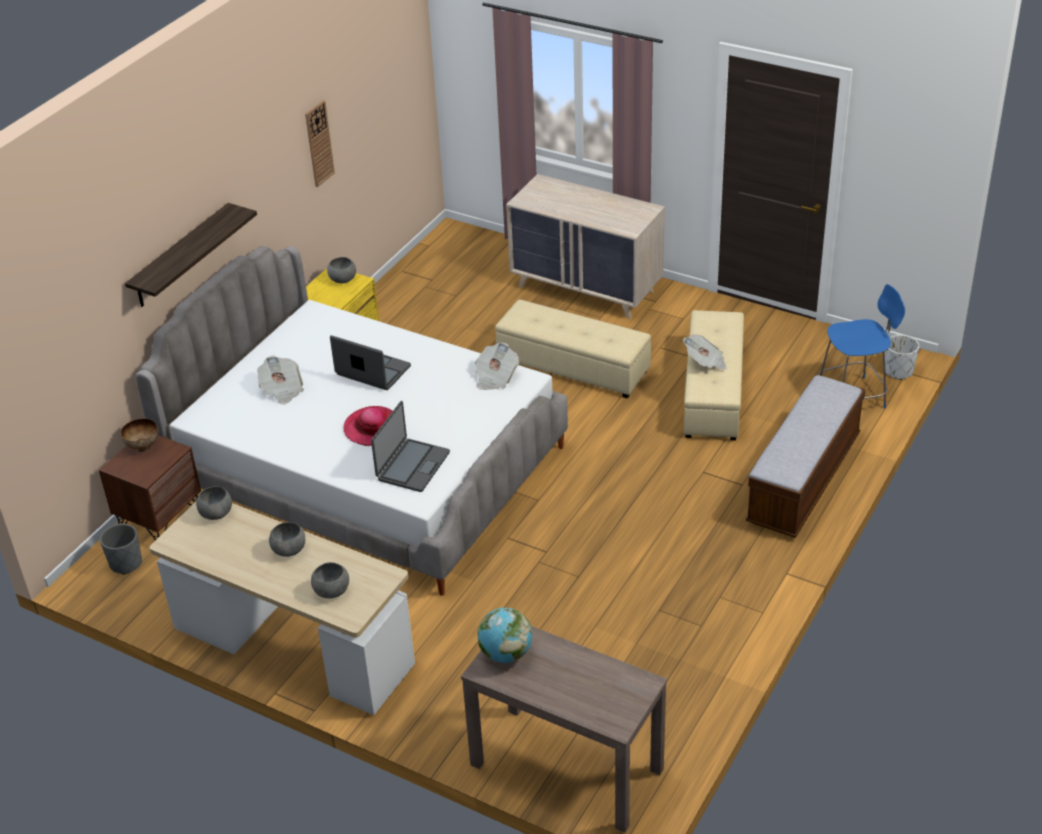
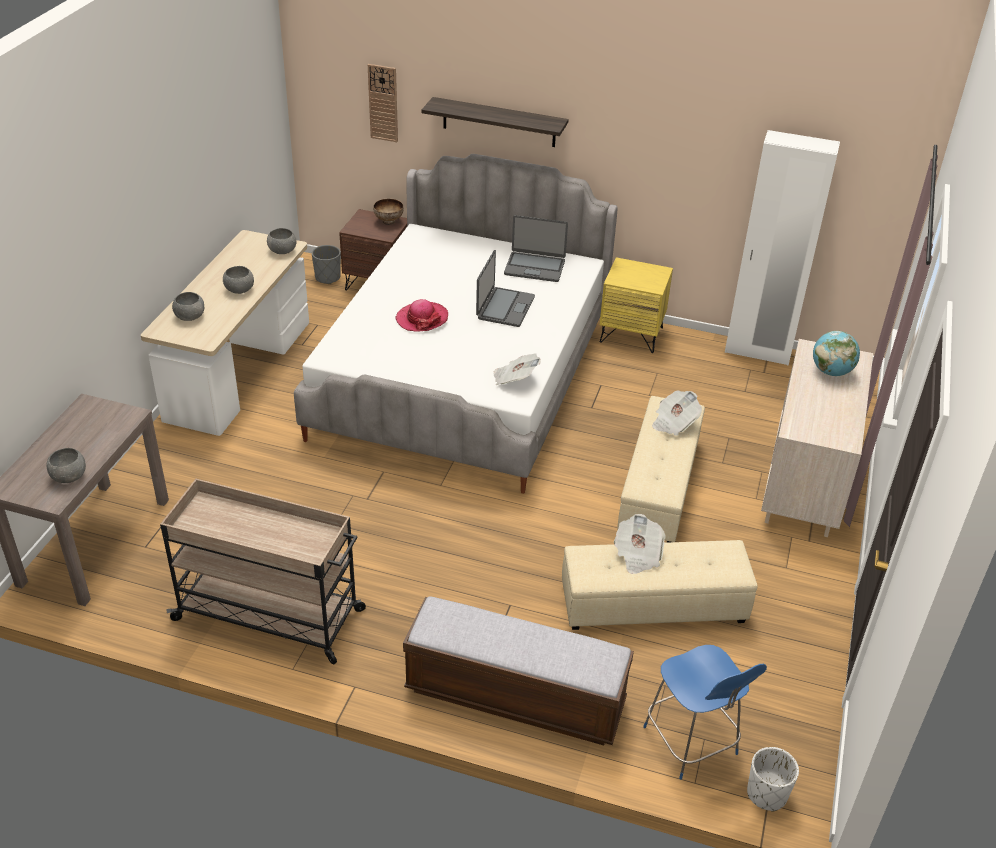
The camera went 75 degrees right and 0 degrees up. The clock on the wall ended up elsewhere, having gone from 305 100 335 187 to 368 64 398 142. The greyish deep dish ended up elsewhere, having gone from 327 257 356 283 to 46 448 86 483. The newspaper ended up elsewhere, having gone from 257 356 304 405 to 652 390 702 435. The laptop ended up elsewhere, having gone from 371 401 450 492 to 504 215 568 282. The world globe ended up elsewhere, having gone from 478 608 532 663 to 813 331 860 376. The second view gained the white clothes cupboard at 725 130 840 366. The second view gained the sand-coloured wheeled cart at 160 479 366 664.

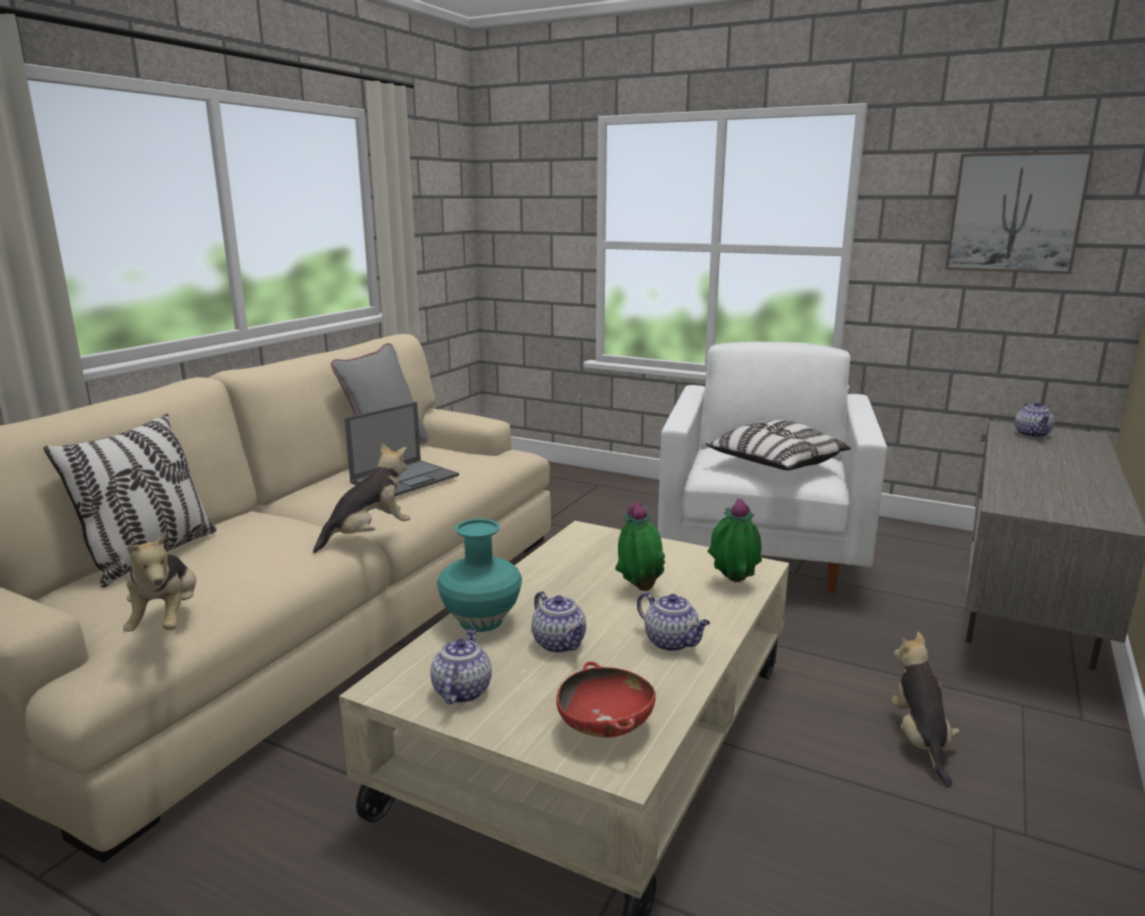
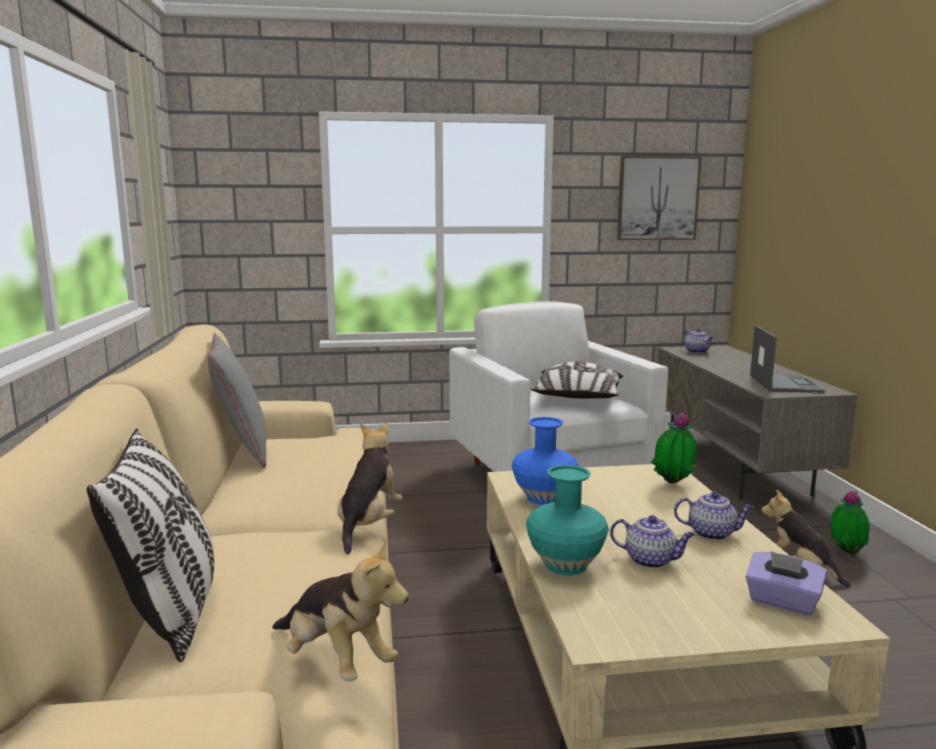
The camera went 35 degrees left and 5 degrees down. The laptop ended up elsewhere, having gone from 344 402 459 497 to 750 325 825 393. The potted plant ended up elsewhere, having gone from 615 502 665 591 to 831 491 870 555. The second view lost the pot for tea at 430 629 492 704. Where the red-coloured deep dish stood at 556 661 656 738, the purplish box of tissues came to stand at 746 551 827 615. The second view gained the bluish flower vase at 512 417 578 505.

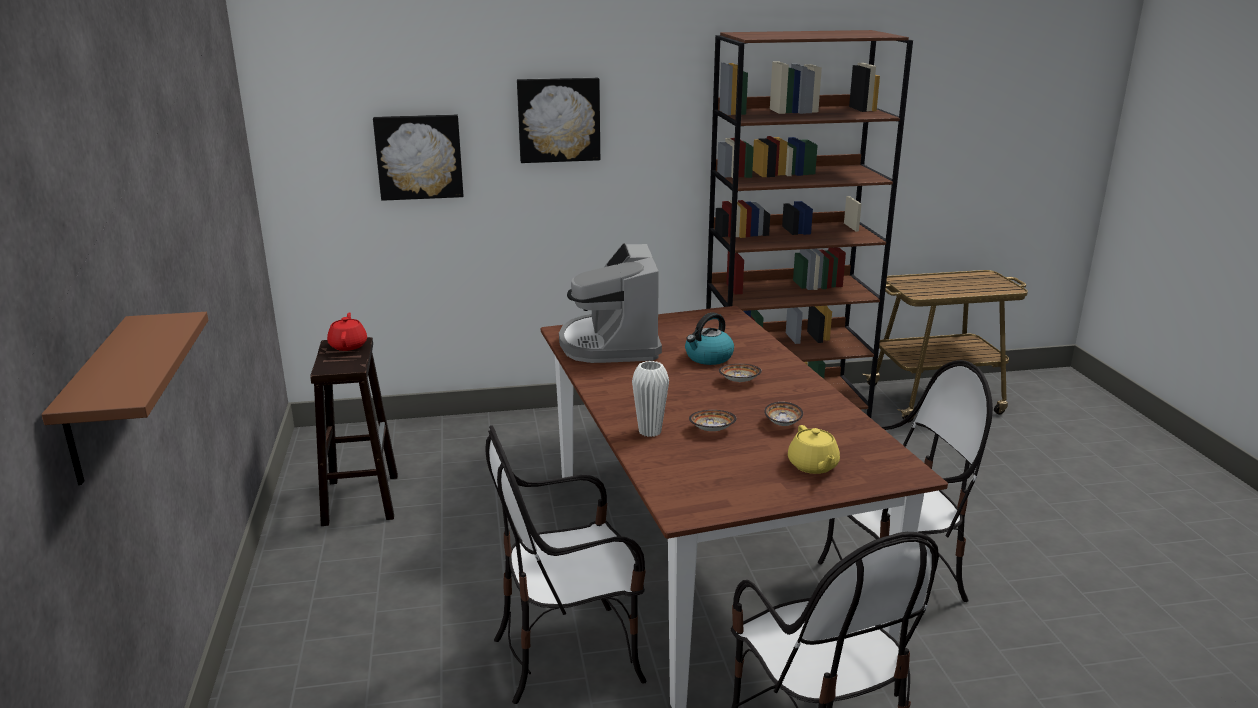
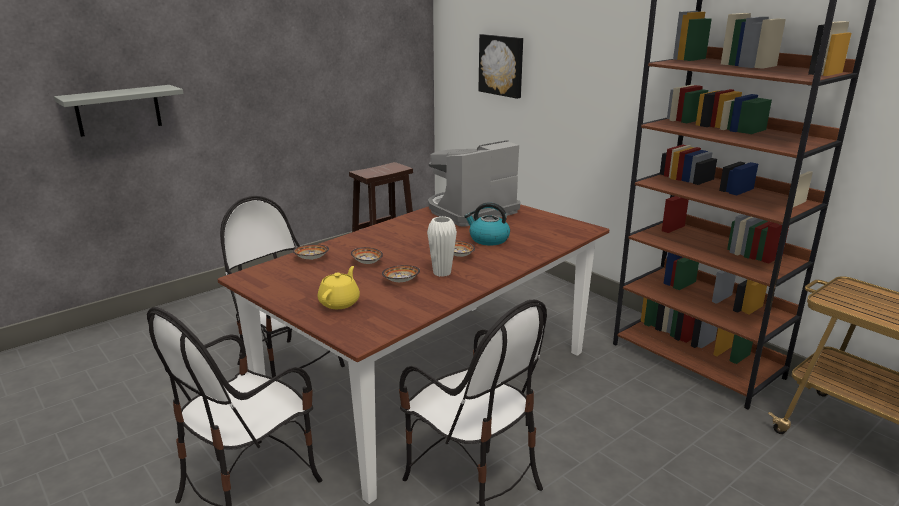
The camera went 60 degrees right and 0 degrees up. The second view lost the picture at 517 78 600 163. What was the brown-coloured shelf at 42 312 208 485 turned into the greyish shelf at 54 85 184 137. The second view lost the red-coloured pot for tea at 327 312 367 351. The white flower vase ended up elsewhere, having gone from 632 361 669 437 to 427 216 457 277. The yellow-coloured pot for tea at 788 425 840 474 ended up facing another way, 150 degrees clockwise from before. The second view gained the deep dish at 293 244 329 260.

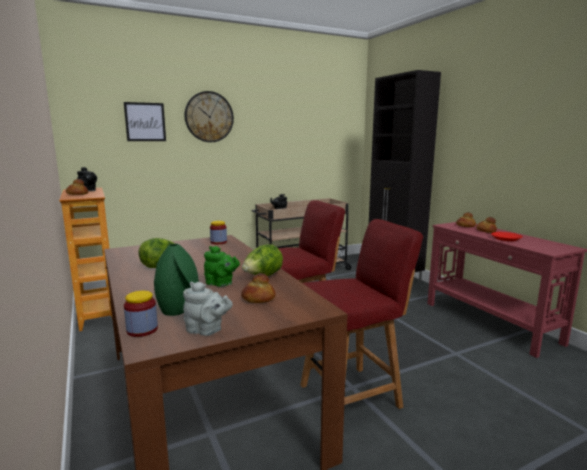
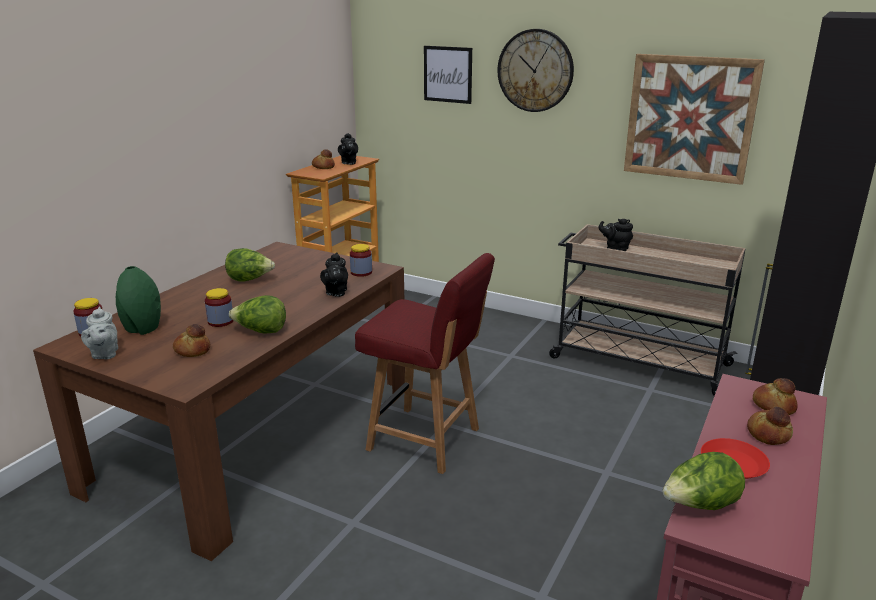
The camera went 55 degrees right and 10 degrees up. The second view lost the red-coloured chair at 300 219 423 409. Where the green pot for tea stood at 204 246 240 287, the jar came to stand at 205 288 234 327. The second view gained the picture at 624 54 765 185. The second view gained the black pot for tea at 320 252 348 297. The second view gained the head of lettuce at 663 452 745 510.

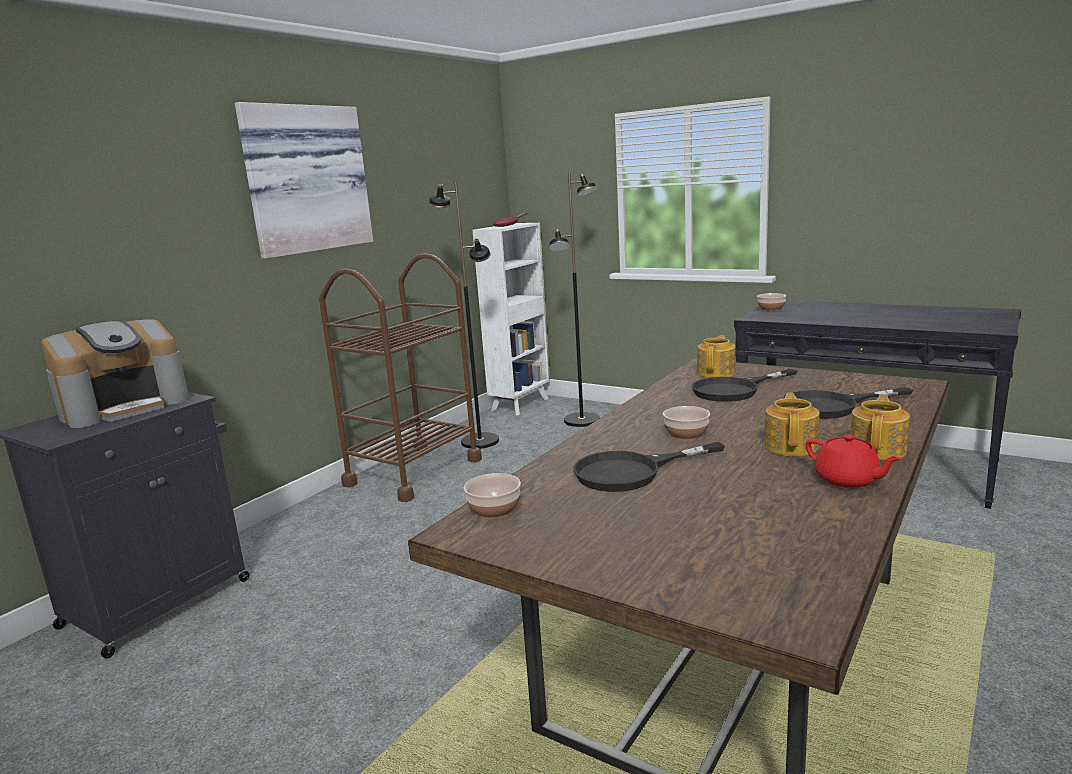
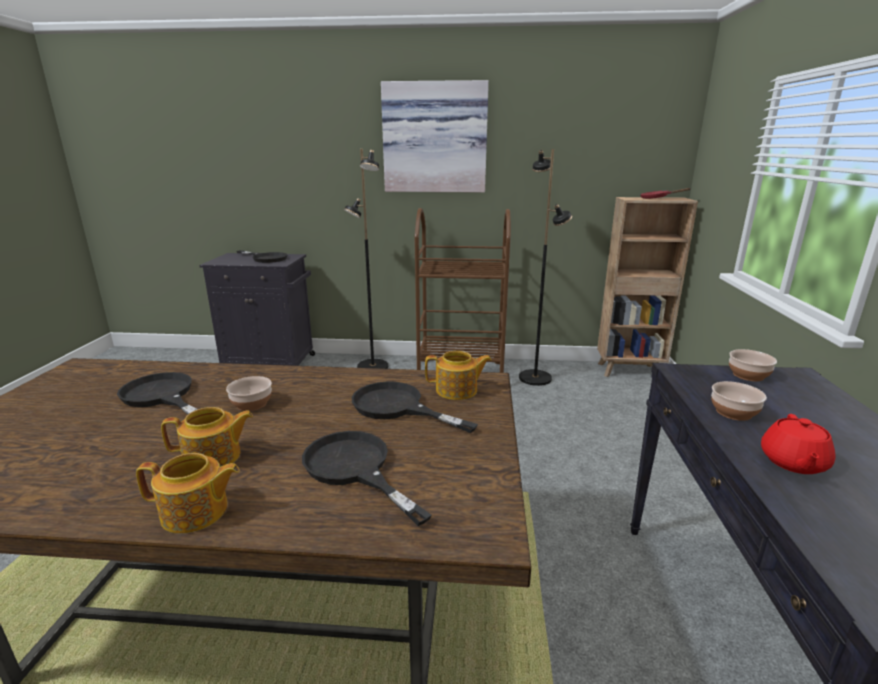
The camera went 60 degrees right and 5 degrees up. The black floor lamp ended up elsewhere, having gone from 549 174 600 427 to 344 149 388 369. What was the white shelving unit at 473 223 550 415 turned into the brown-coloured shelving unit at 597 197 698 377. Where the coffee machine stood at 41 319 189 428, the black pan came to stand at 237 250 288 263. The red-coloured pot for tea ended up elsewhere, having gone from 806 434 902 488 to 761 414 835 474. The deep dish ended up elsewhere, having gone from 464 473 521 519 to 711 381 767 421.

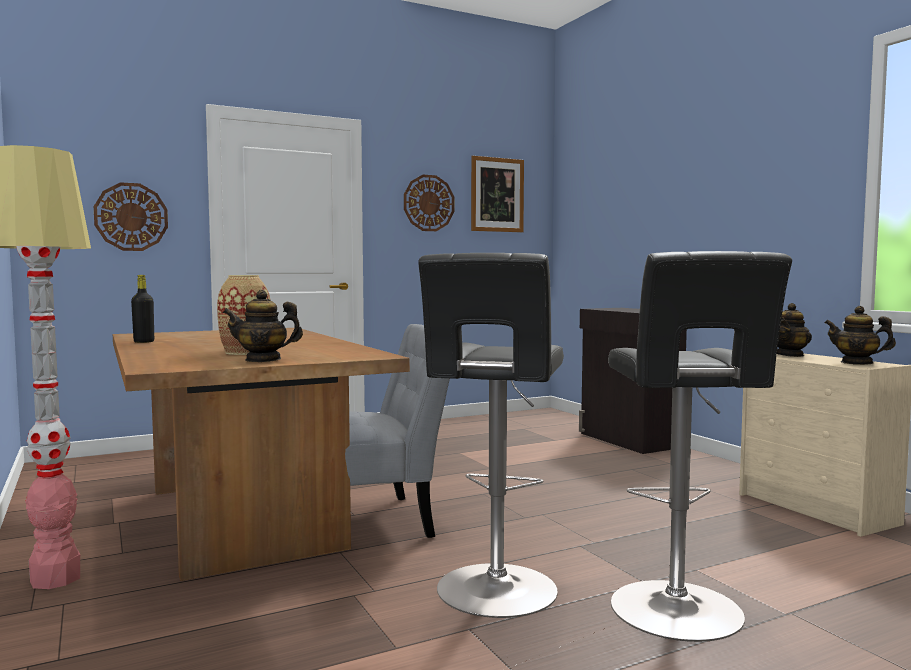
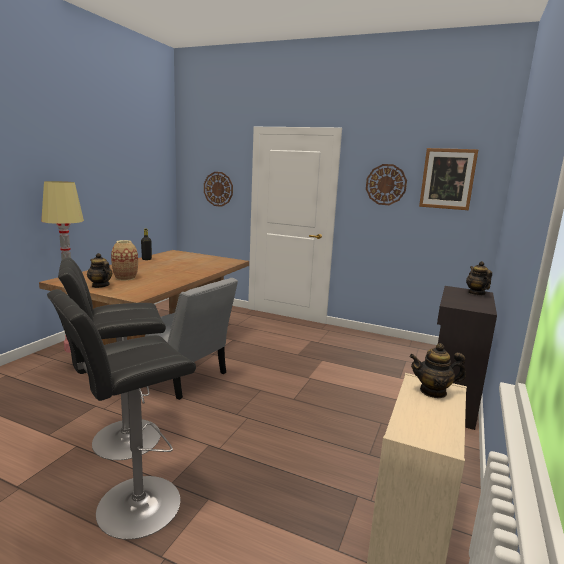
The camera went 50 degrees right and 10 degrees up. The pot for tea ended up elsewhere, having gone from 824 306 896 365 to 466 261 492 295.

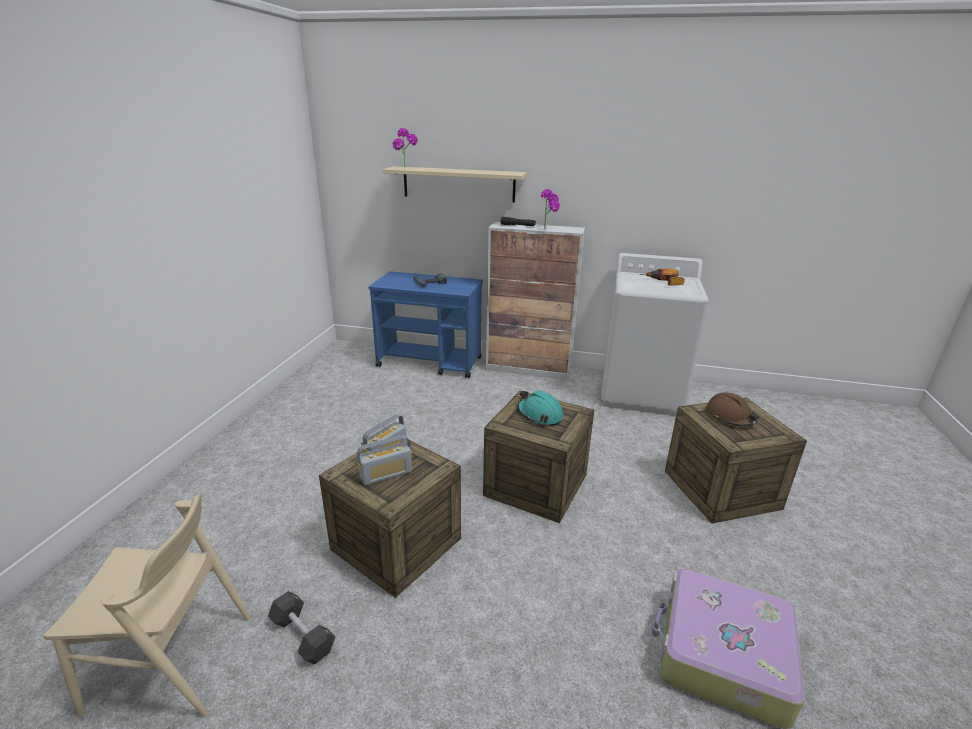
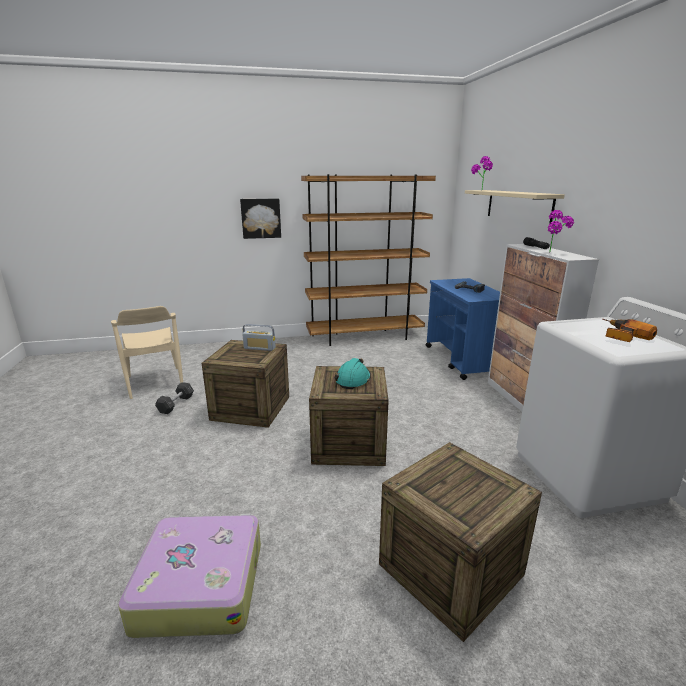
The camera went 65 degrees right and 5 degrees down. The second view lost the brown-coloured hard hat at 706 393 759 426. The second view lost the radio set at 357 435 412 485. The second view gained the brown-coloured shelving unit at 301 174 436 346. The second view gained the picture at 240 199 281 239.

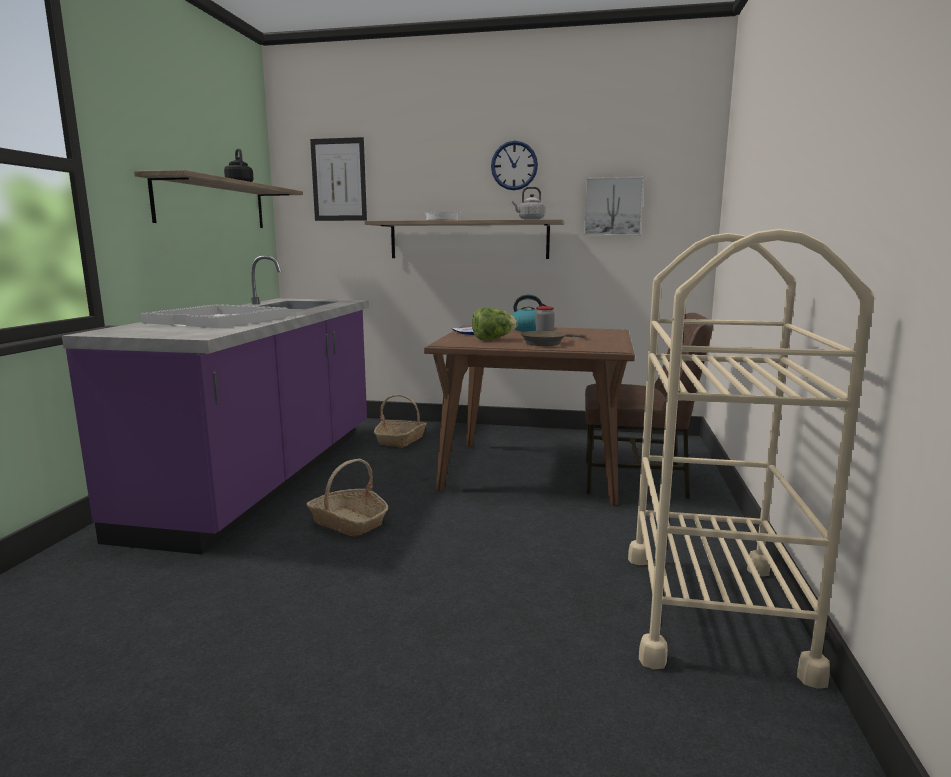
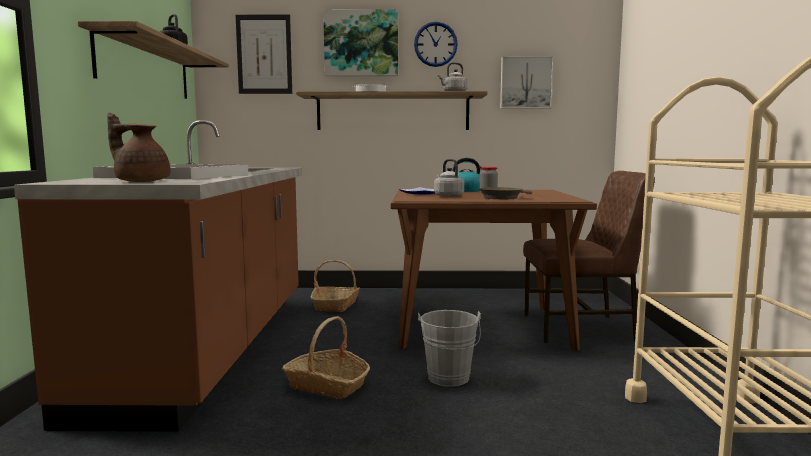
The camera went 10 degrees left and 5 degrees down. What was the purplish kitchen counter at 62 255 369 555 turned into the brown-coloured kitchen counter at 14 120 302 431. Where the head of lettuce stood at 472 308 517 340, the greyish tea kettle came to stand at 434 159 464 197. The second view gained the picture at 323 9 398 76. The second view gained the brown-coloured pot for tea at 107 112 170 182. The second view gained the greyish pail at 418 310 481 387.

